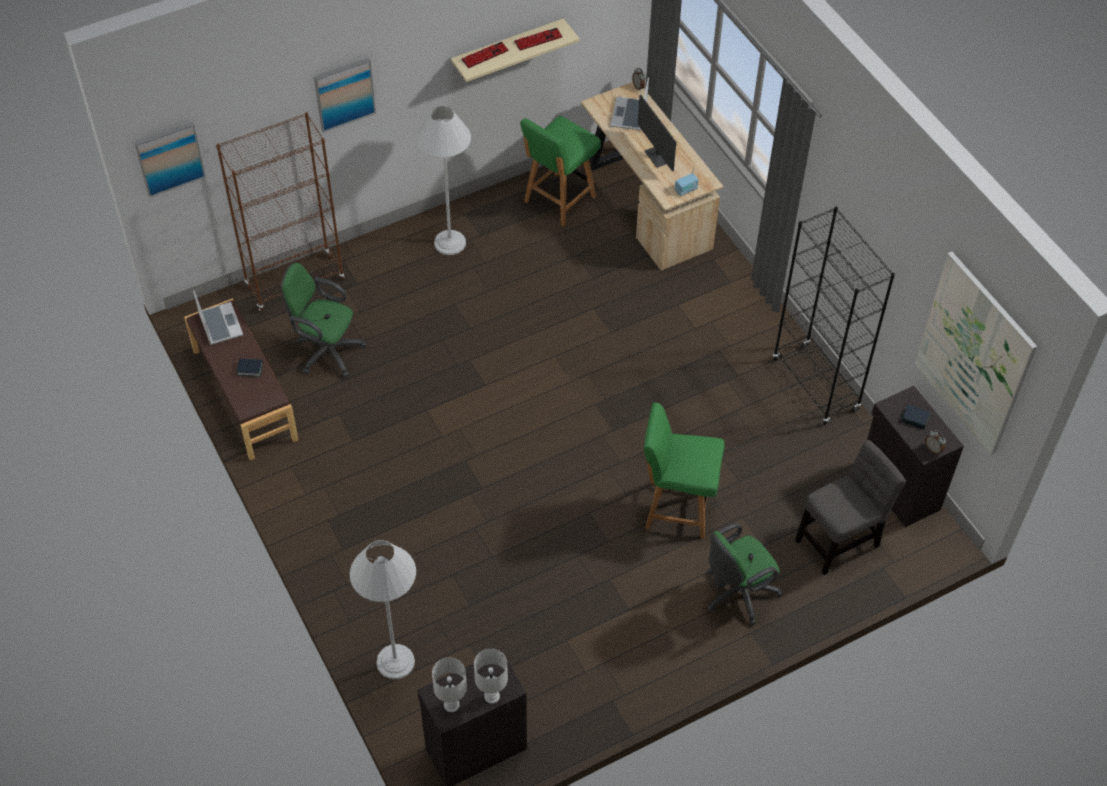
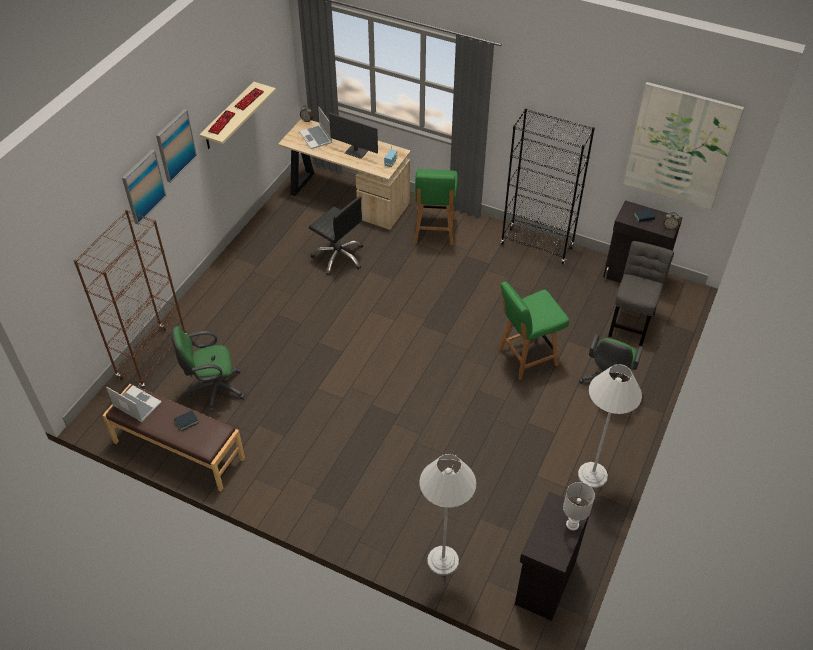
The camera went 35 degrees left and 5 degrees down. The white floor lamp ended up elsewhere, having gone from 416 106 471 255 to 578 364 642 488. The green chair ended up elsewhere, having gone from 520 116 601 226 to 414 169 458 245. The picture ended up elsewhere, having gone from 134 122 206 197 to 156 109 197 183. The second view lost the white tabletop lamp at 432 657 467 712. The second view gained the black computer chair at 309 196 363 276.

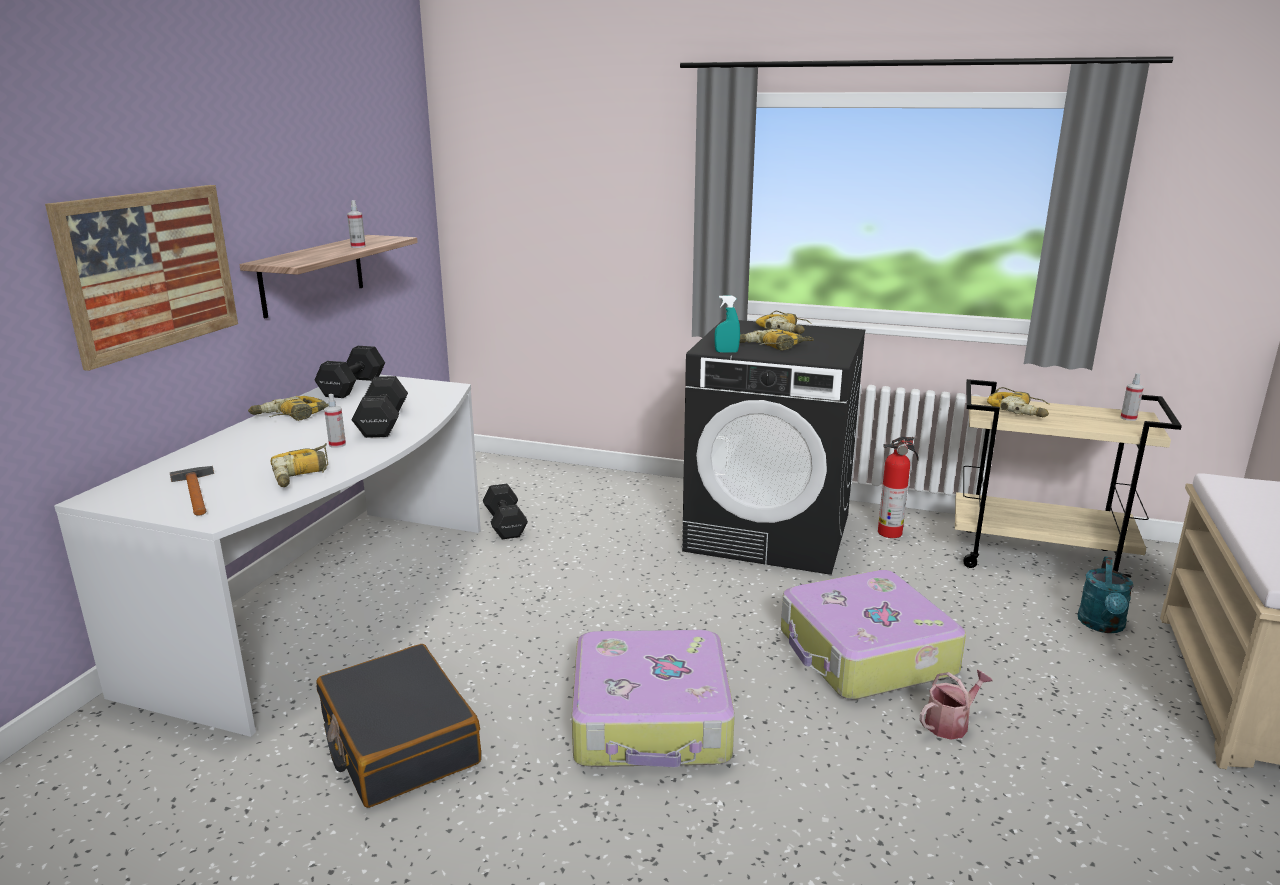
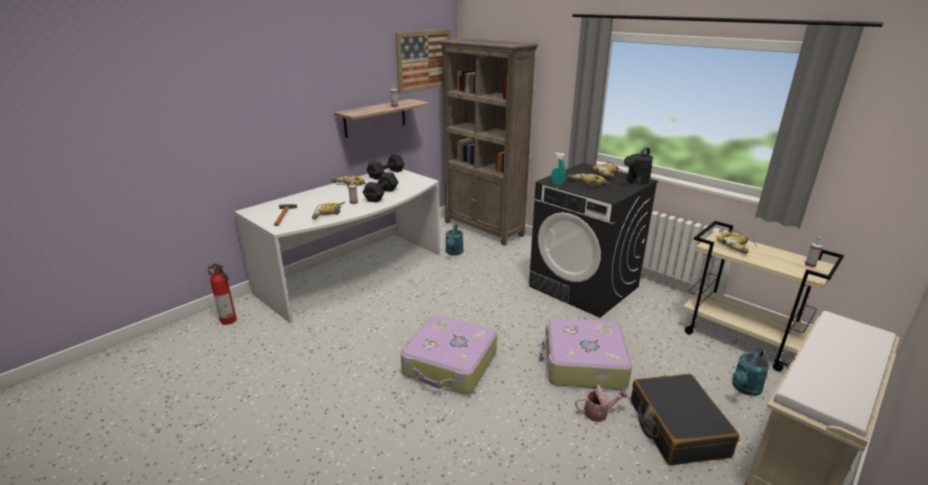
The camera went 25 degrees right and 5 degrees up. The picture ended up elsewhere, having gone from 45 185 238 371 to 395 29 451 94. The extinguisher ended up elsewhere, having gone from 878 436 919 538 to 207 263 237 325. Where the black dumbbell stood at 483 484 528 540, the turquoise watering pot came to stand at 445 225 464 255. The black piece of luggage ended up elsewhere, having gone from 316 644 481 808 to 631 374 739 465. The second view gained the brown-coloured shelving unit at 439 38 538 246. The second view gained the black watering pot at 624 148 653 185.

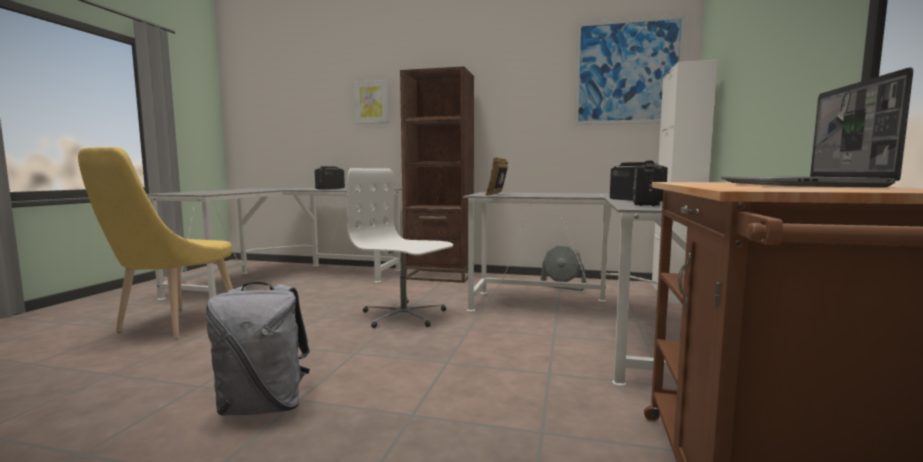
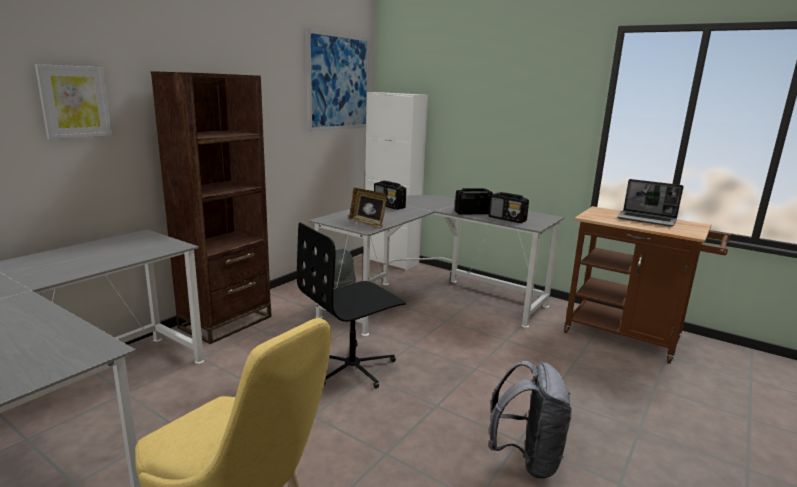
The camera went 70 degrees left and 10 degrees up. The radio set ended up elsewhere, having gone from 315 166 345 189 to 374 181 406 210. What was the white computer chair at 347 168 453 328 turned into the black computer chair at 297 223 406 388.

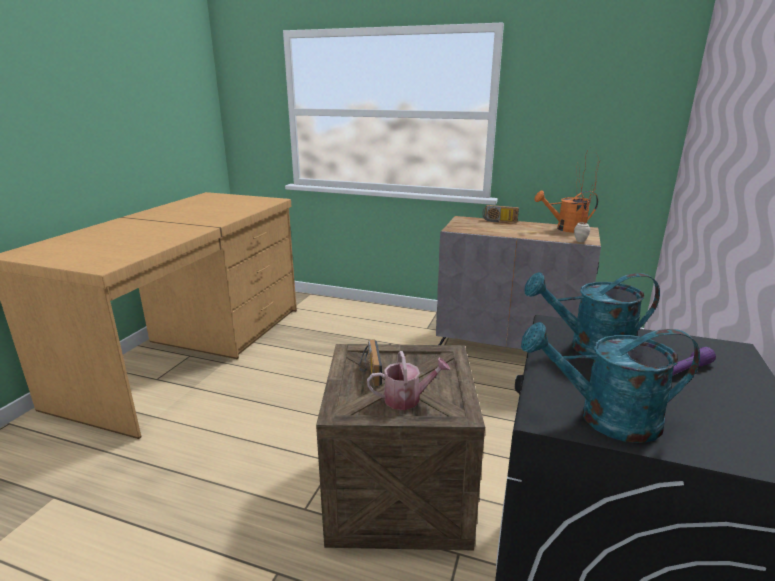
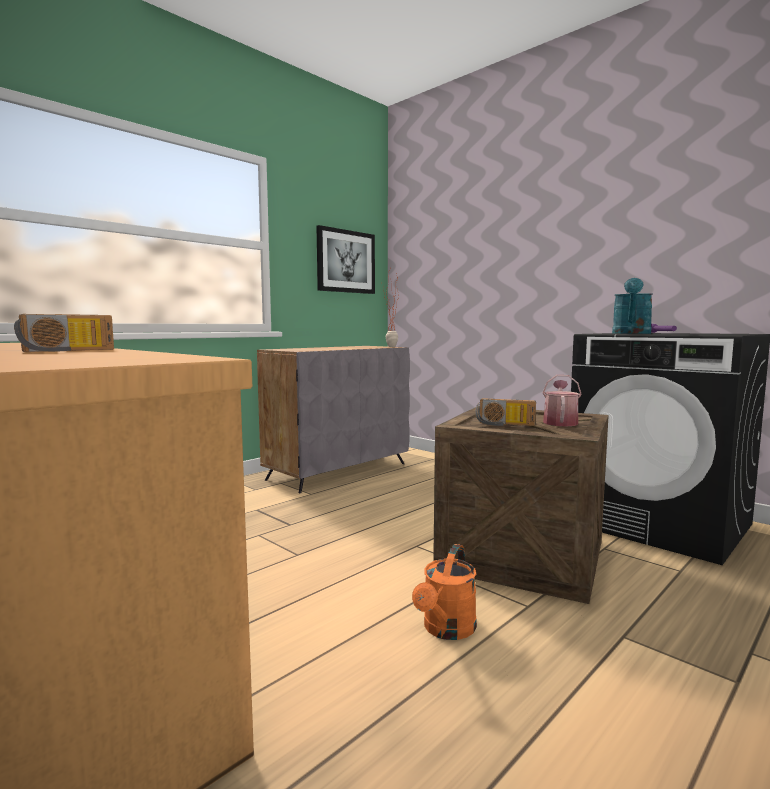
The camera went 65 degrees left and 15 degrees down. The orange-coloured watering pot ended up elsewhere, having gone from 534 191 598 233 to 412 544 477 640. The radio set ended up elsewhere, having gone from 483 205 519 223 to 14 314 114 352. The second view lost the turquoise watering pot at 521 322 700 443. The second view gained the picture at 316 225 375 294.

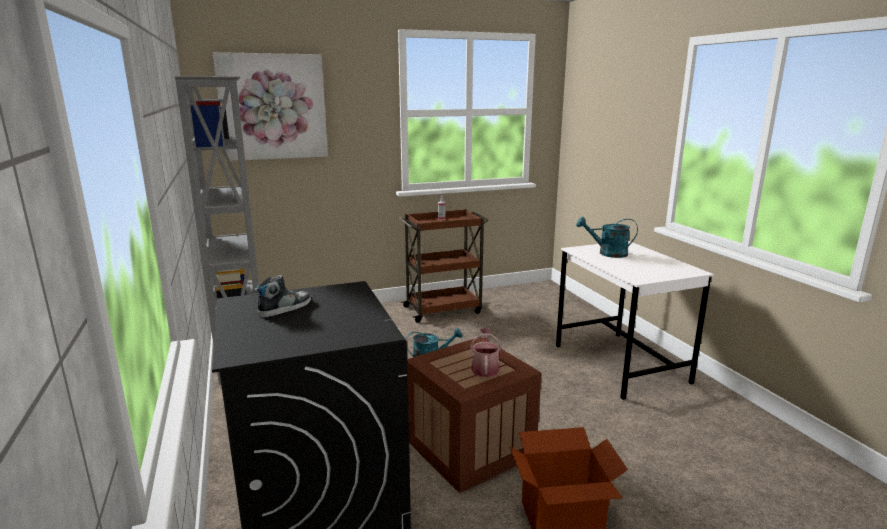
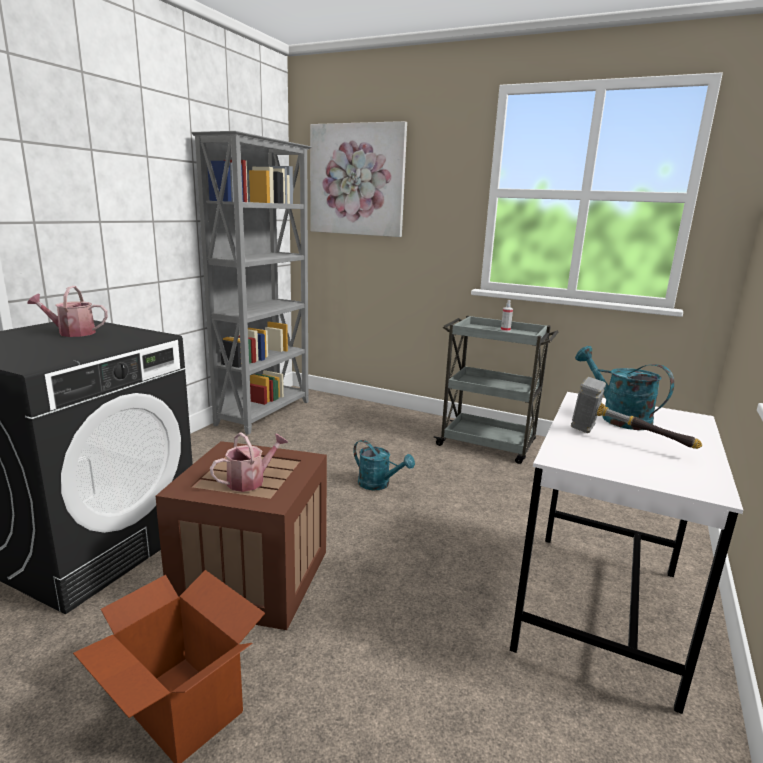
The camera went 45 degrees right and 0 degrees up. What was the brown-coloured wheeled cart at 399 209 489 323 turned into the greyish wheeled cart at 433 316 558 464. Where the low shoe stood at 254 275 311 318, the watering pot came to stand at 27 286 108 337. The second view gained the tool hammer at 571 377 702 449.

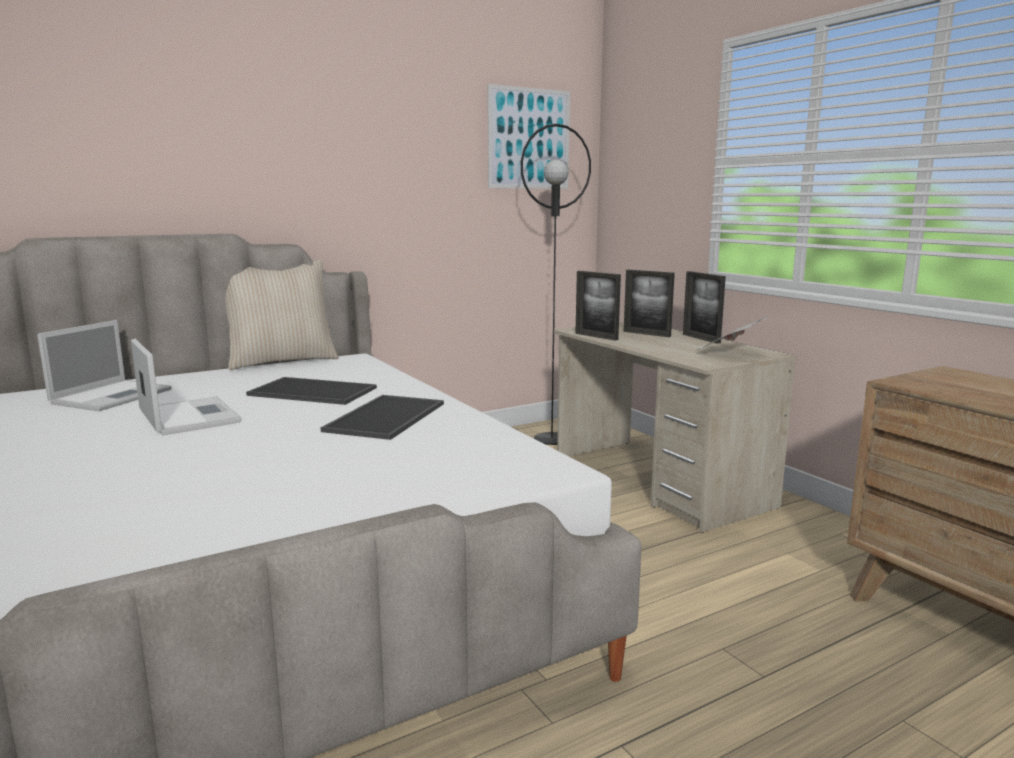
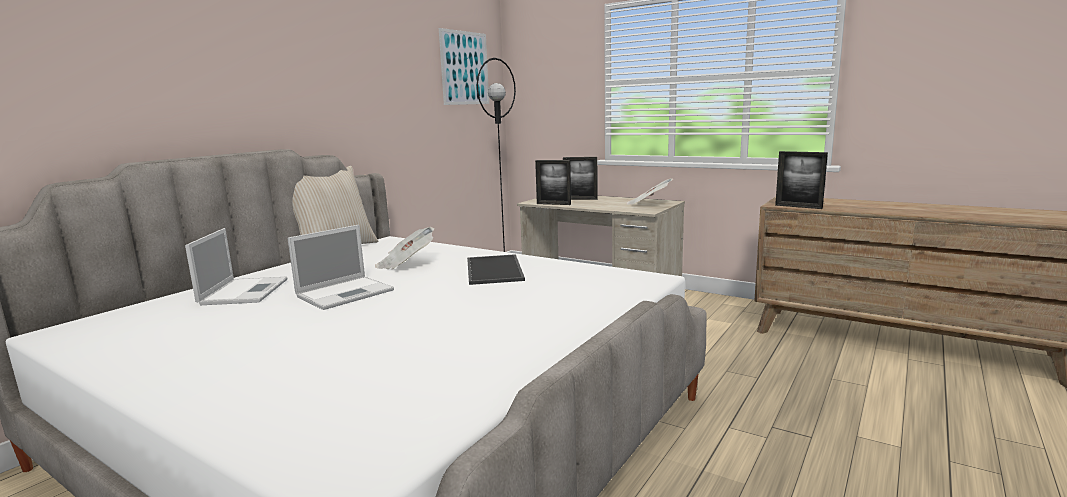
The camera went 25 degrees left and 0 degrees up. The photo frame ended up elsewhere, having gone from 683 271 726 343 to 775 151 828 209. The laptop at 131 339 241 435 ended up facing another way, 105 degrees clockwise from before. Where the carrying tray stood at 246 377 377 405, the newspaper came to stand at 375 227 435 269.

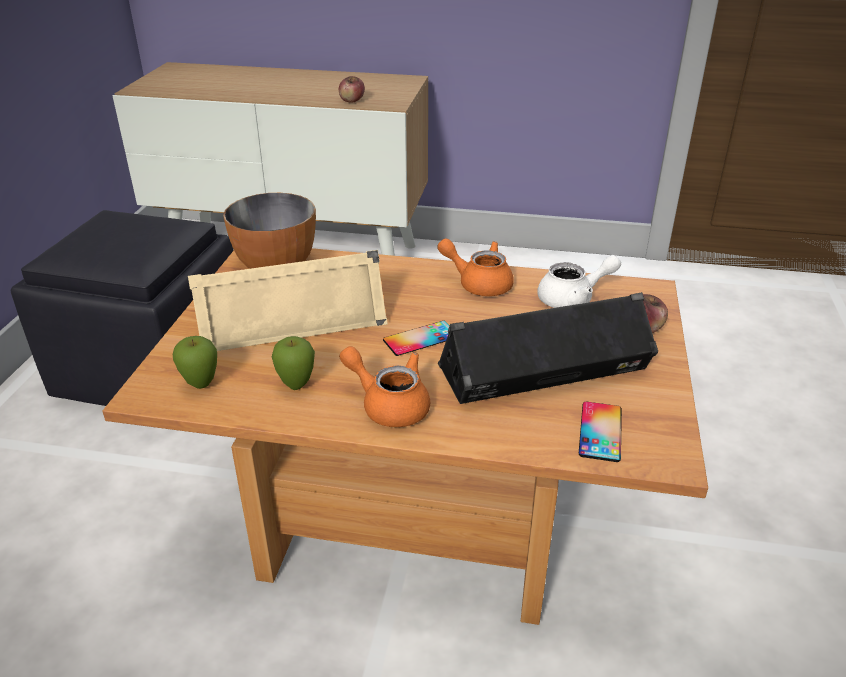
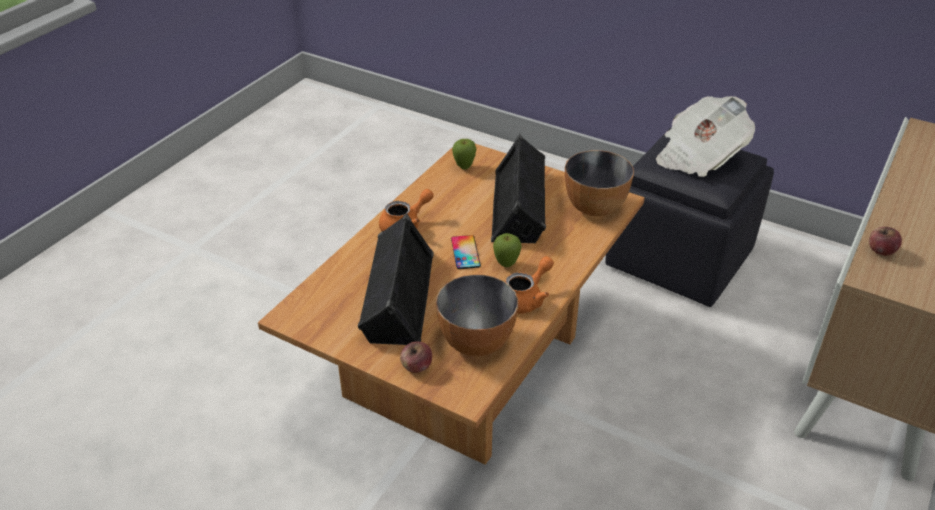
The camera went 110 degrees right and 5 degrees up. What was the sand-coloured audio speaker at 188 250 388 351 turned into the black audio speaker at 491 134 546 243. Where the white pot for tea stood at 537 255 621 308, the deep dish came to stand at 436 274 518 356. The apple fruit ended up elsewhere, having gone from 272 336 315 390 to 493 233 522 267. The second view lost the handset at 579 402 622 462. The second view gained the newspaper at 656 96 755 177.

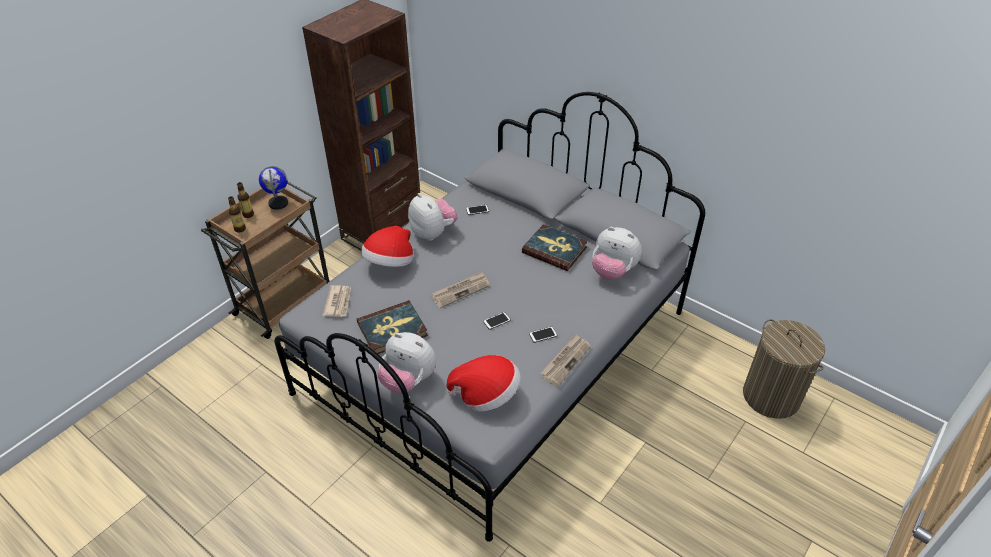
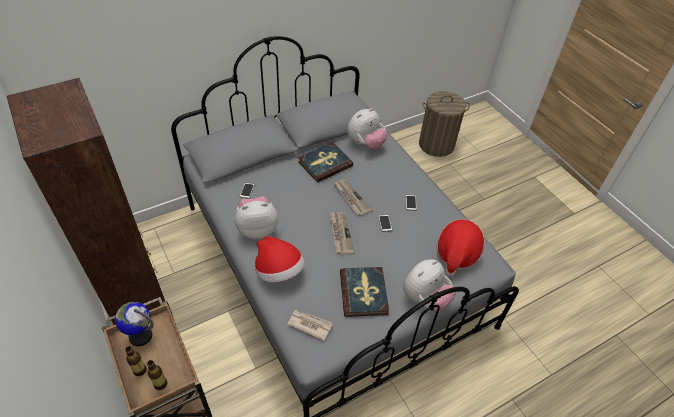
The camera went 70 degrees left and 5 degrees up. The newspaper ended up elsewhere, having gone from 541 333 591 387 to 333 180 372 216.

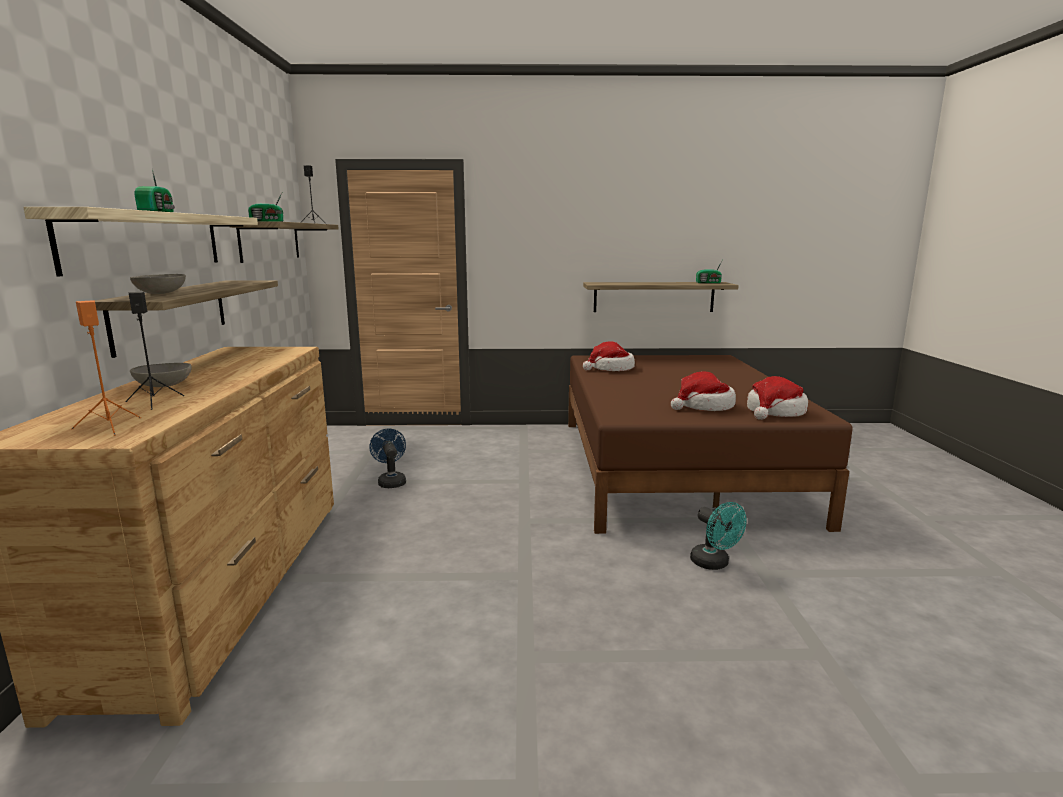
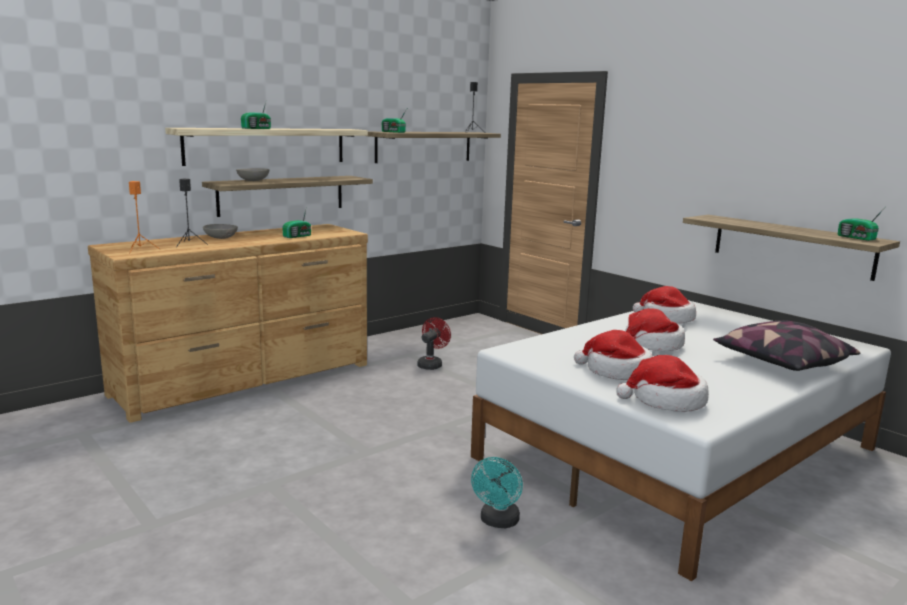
The camera went 50 degrees right and 0 degrees up. What was the brown-coloured sleeping bed at 568 355 853 534 turned into the white sleeping bed at 471 301 891 581. What was the bluish electric fan at 369 428 406 488 turned into the red-coloured electric fan at 417 317 451 370. The second view gained the radio set at 282 210 311 238. The second view gained the wearable hat at 626 308 685 351. The second view gained the pillow at 713 320 861 371.

